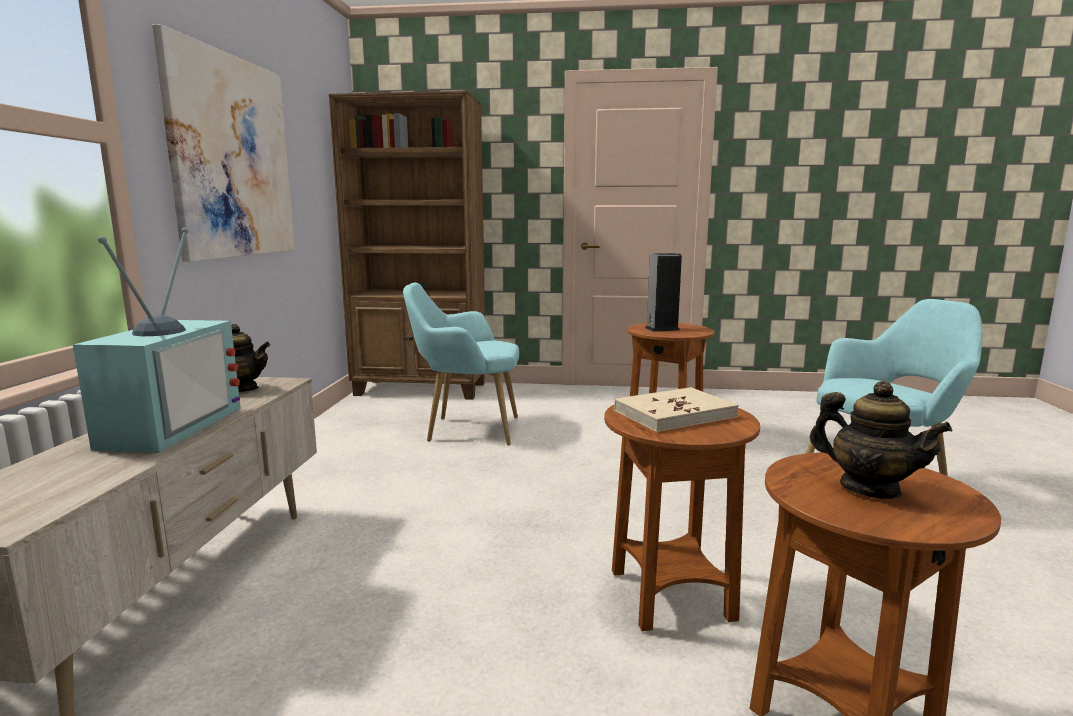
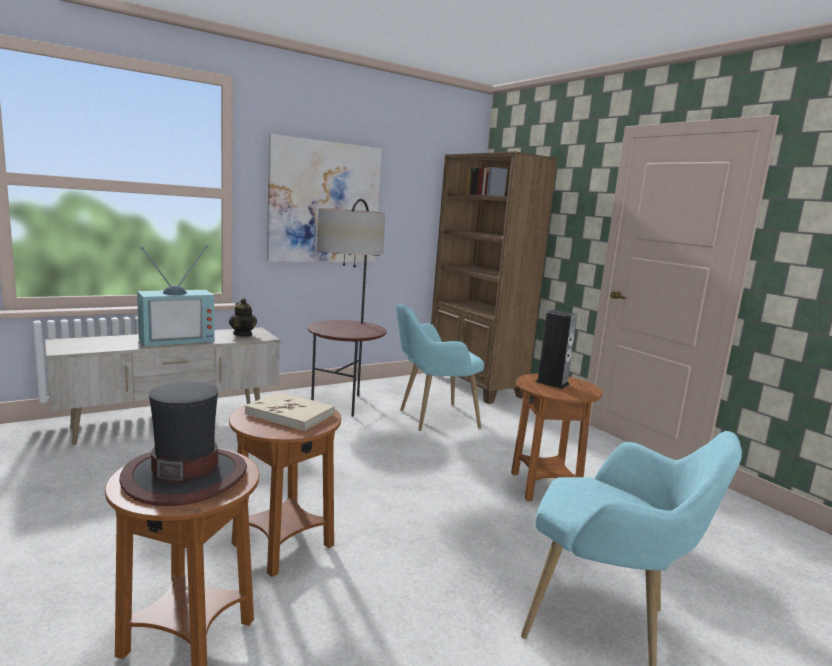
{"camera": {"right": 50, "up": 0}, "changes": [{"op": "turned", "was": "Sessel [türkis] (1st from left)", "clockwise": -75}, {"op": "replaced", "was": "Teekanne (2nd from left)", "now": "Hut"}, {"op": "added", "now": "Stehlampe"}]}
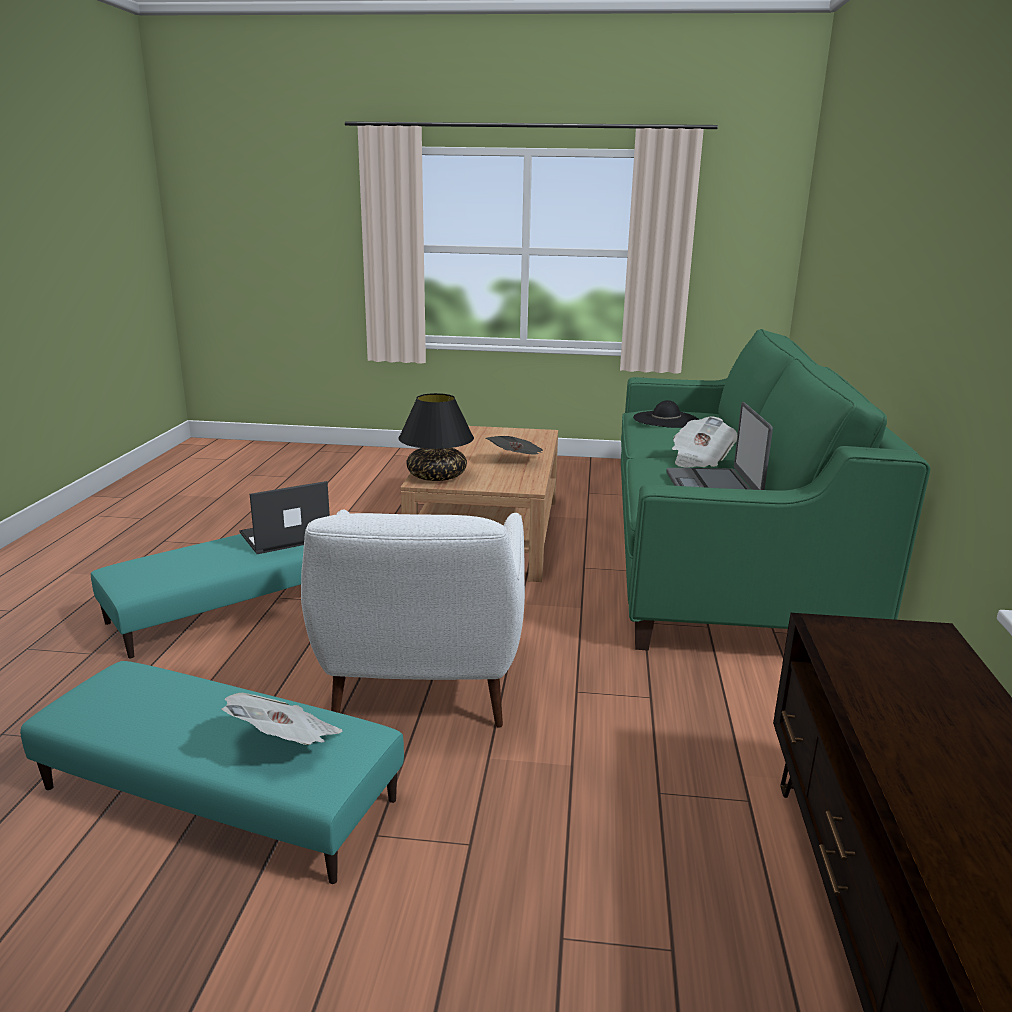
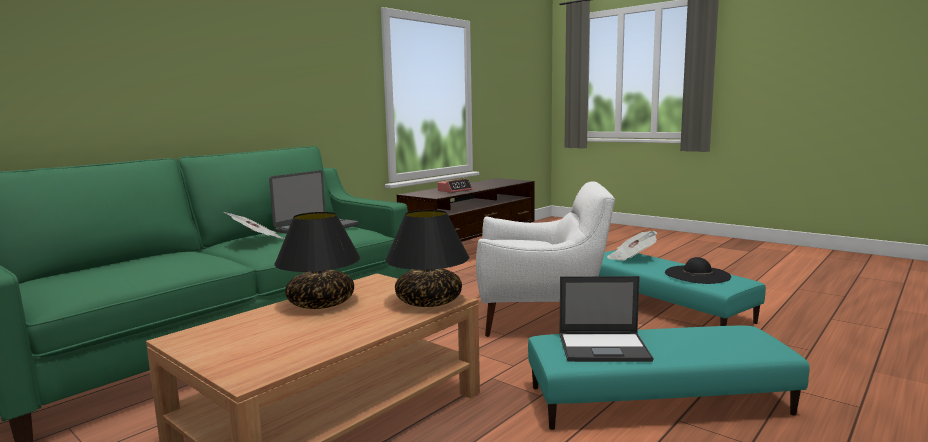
{"camera": {"right": -145, "up": -10}, "changes": [{"op": "turned", "was": "Sessel [weiß]", "clockwise": 60}, {"op": "replaced", "was": "Zeitung (2nd from left)", "now": "Tischlampe [schwarz] (1st from left)"}, {"op": "moved", "was": "Hut [schwarz]"}, {"op": "added", "now": "Wecker"}]}
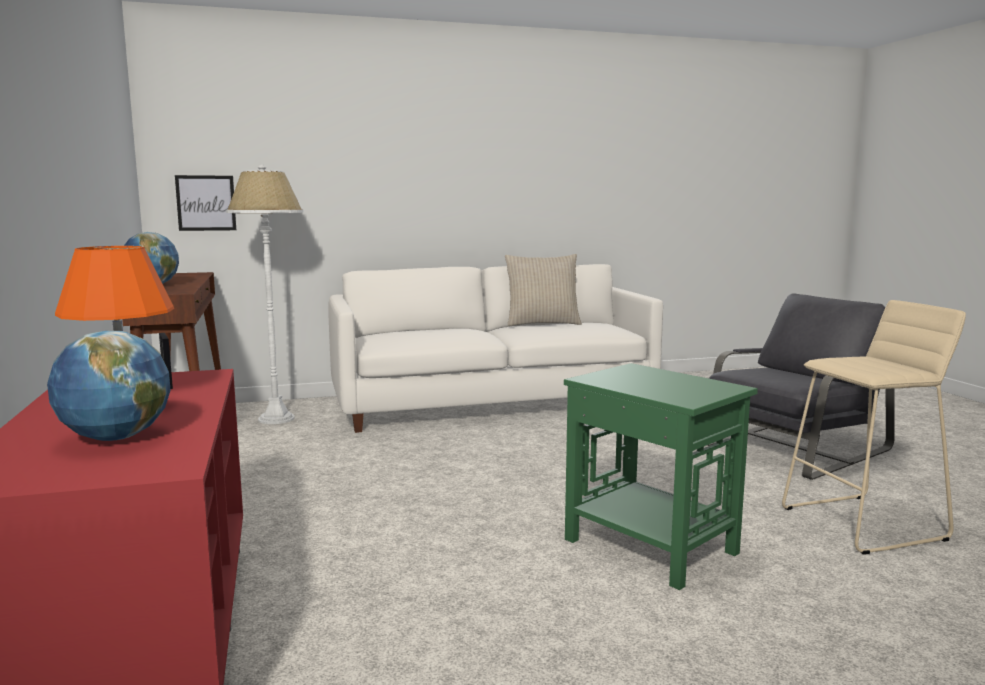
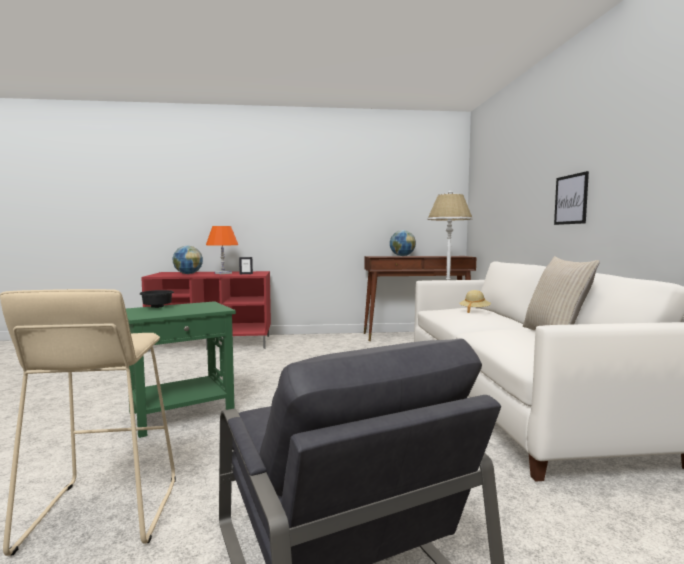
{"camera": {"right": 100, "up": -5}, "changes": [{"op": "moved", "was": "Bild"}, {"op": "added", "now": "Schüssel [schwarz]"}, {"op": "added", "now": "Hut [beige]"}]}
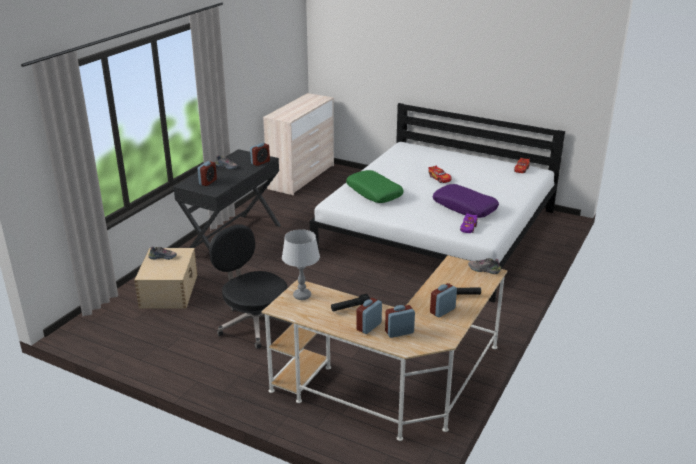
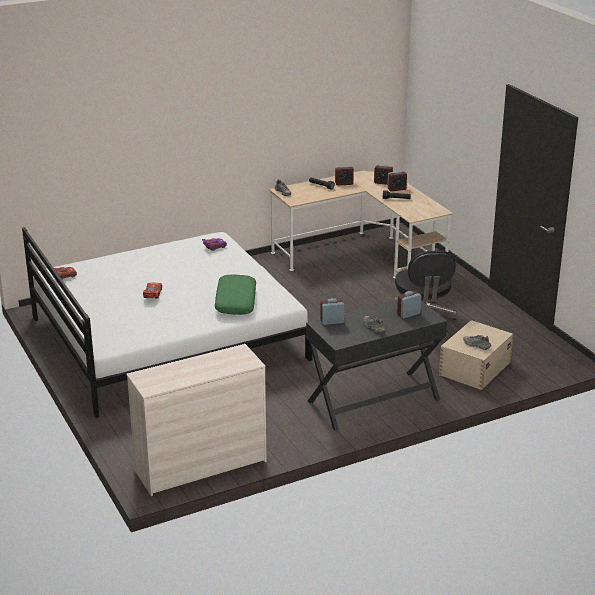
{"camera": {"right": -145, "up": 0}, "changes": [{"op": "removed", "was": "Tischlampe [grau]"}, {"op": "removed", "was": "Kissen [lila]"}]}
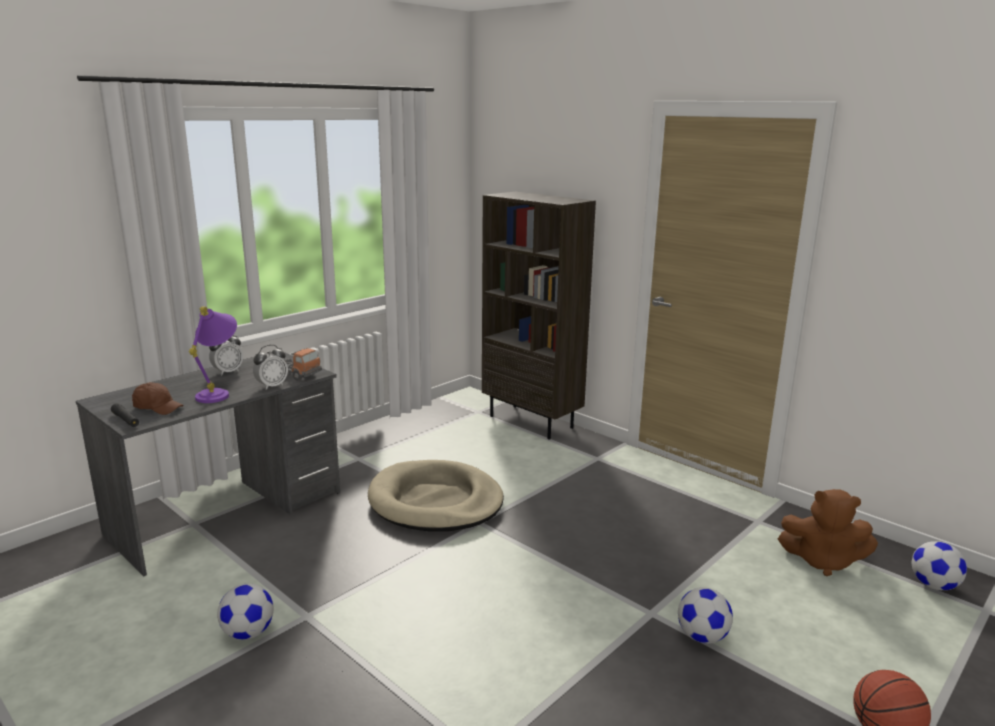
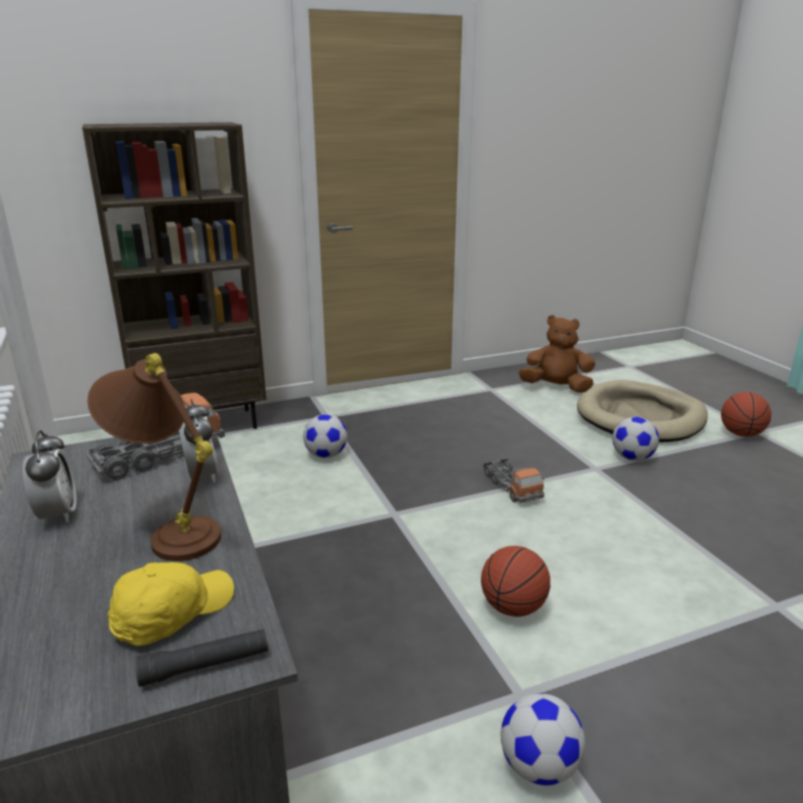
{"camera": {"right": -65, "up": 5}, "changes": [{"op": "recoloured", "was": "Kappe [braun]", "now": "Kappe [gelb]"}, {"op": "recoloured", "was": "Tischlampe [lila]", "now": "Tischlampe [braun]"}, {"op": "moved", "was": "Hundebett [beige]"}, {"op": "turned", "was": "Plüschtier [braun]", "clockwise": -120}, {"op": "moved", "was": "Fußball (3rd from left in the first image)", "now": "Fußball (1st from left)"}, {"op": "added", "now": "Basketball (1st from left)"}, {"op": "added", "now": "Spielzeuglaster (2nd from left)"}]}
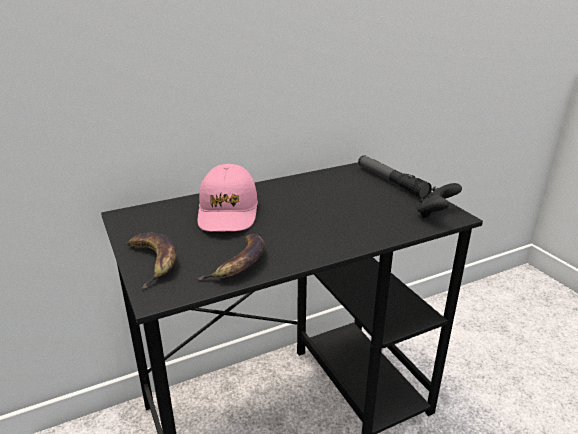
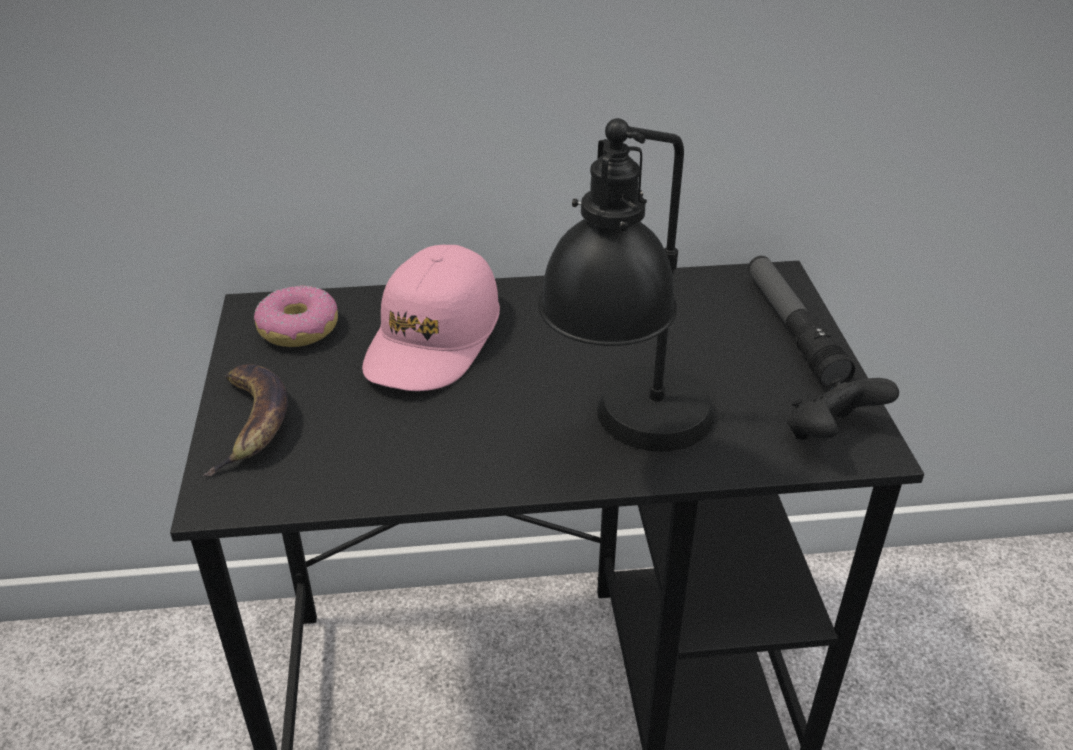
{"camera": {"right": 20, "up": 10}, "changes": [{"op": "removed", "was": "Banane (2nd from left)"}, {"op": "added", "now": "Donut"}, {"op": "added", "now": "Tischlampe [schwarz]"}]}
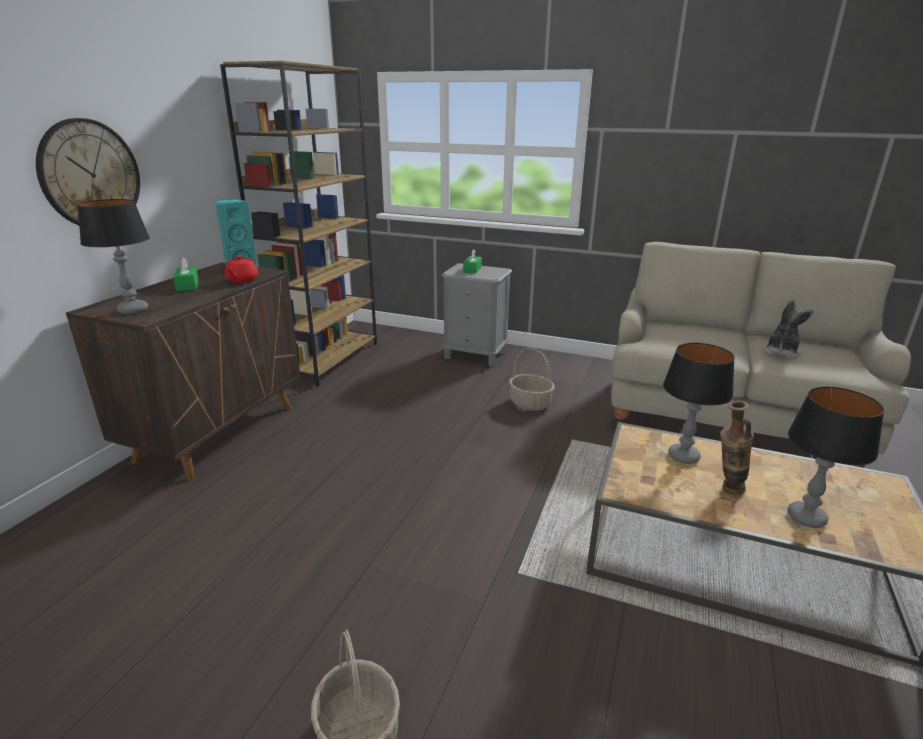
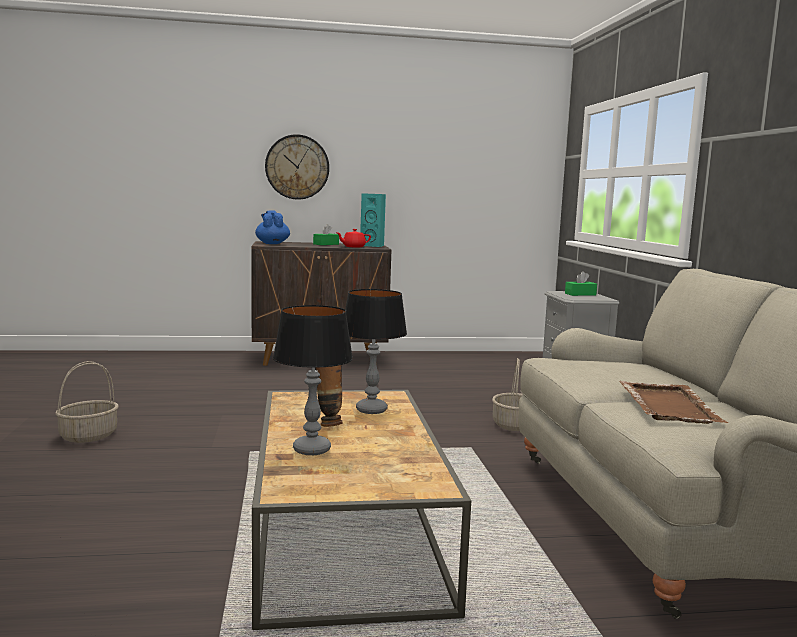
{"camera": {"right": 60, "up": -15}, "changes": [{"op": "replaced", "was": "Tischlampe (1st from left)", "now": "Teekanne [blau]"}, {"op": "removed", "was": "Bücherregal [braun]"}, {"op": "replaced", "was": "Plüschtier", "now": "Tablett [braun]"}]}
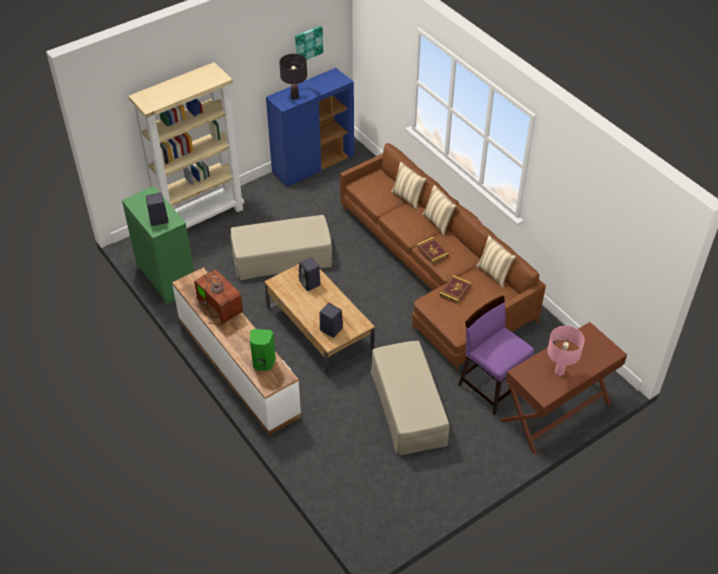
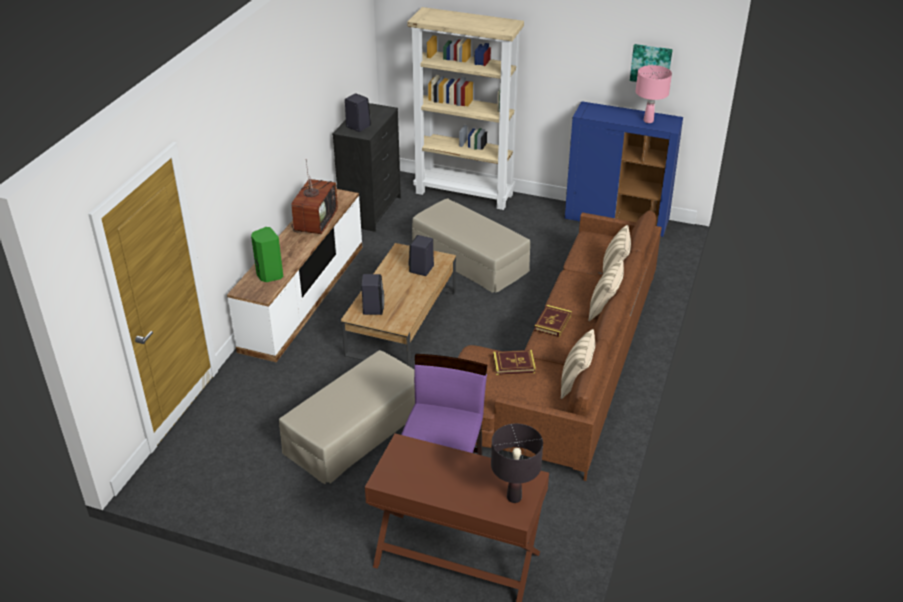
{"camera": {"right": 55, "up": -10}, "changes": [{"op": "recoloured", "was": "Kommode [grün]", "now": "Kommode [schwarz]"}, {"op": "moved", "was": "Tischlampe [schwarz]"}, {"op": "moved", "was": "Tischlampe [rosa]"}]}
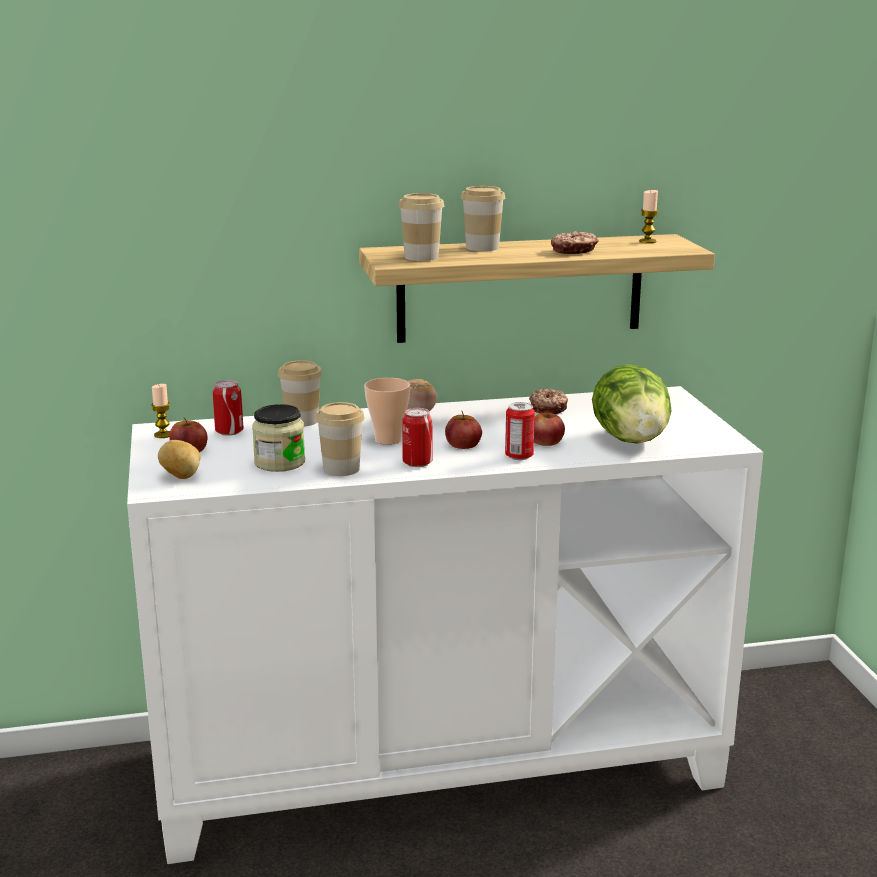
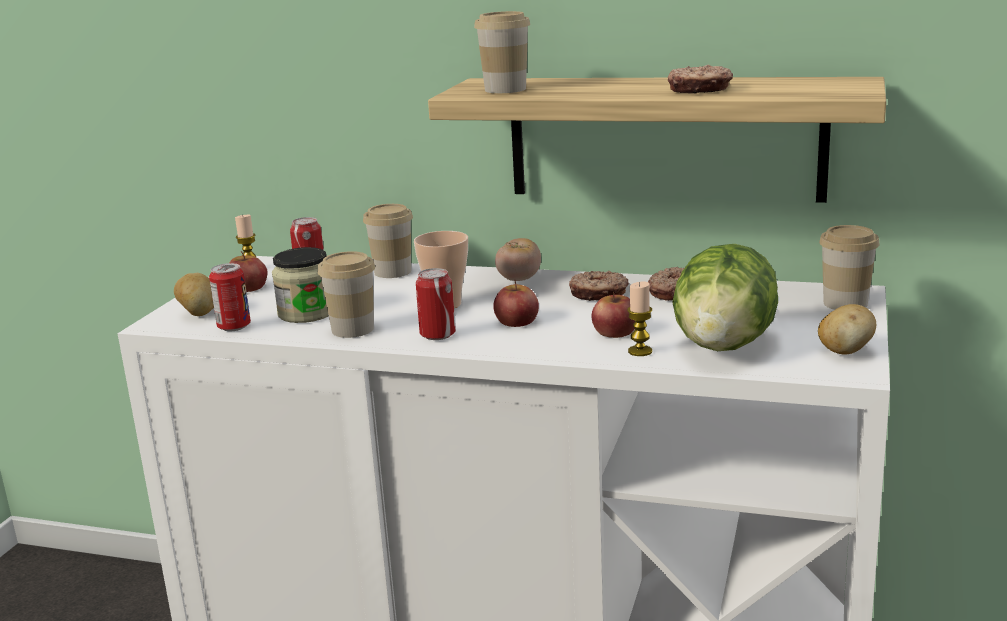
{"camera": {"right": 30, "up": 0}, "changes": [{"op": "moved", "was": "Tasse (5th from left)"}, {"op": "moved", "was": "Dose (3rd from left in the first image)", "now": "Dose (1st from left)"}, {"op": "moved", "was": "Kerze (2nd from left)"}, {"op": "added", "now": "Donut (1st from left)"}, {"op": "added", "now": "Kartoffel (2nd from left)"}]}
